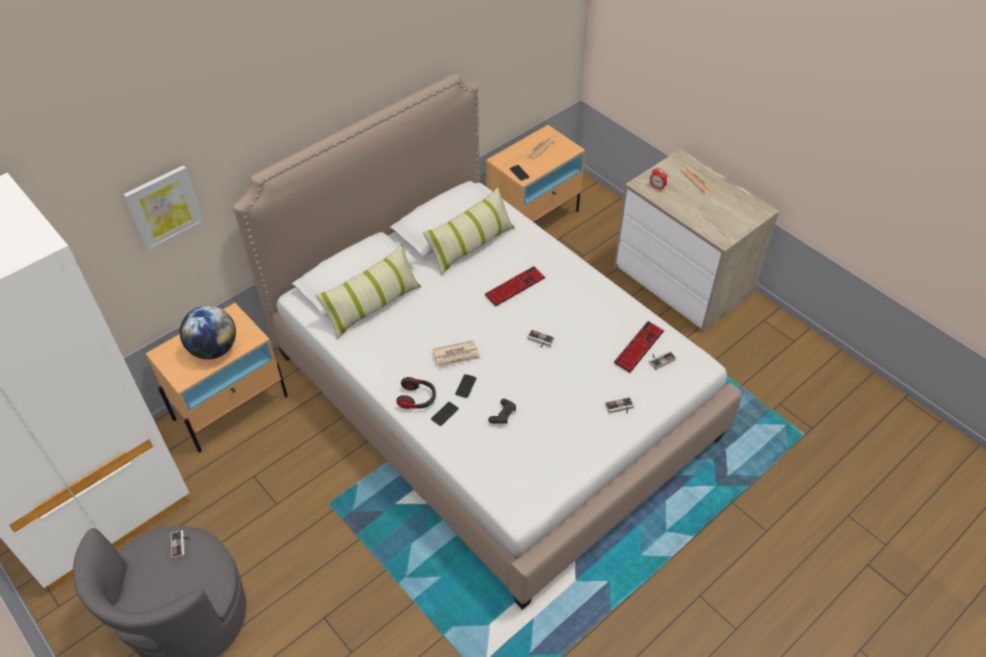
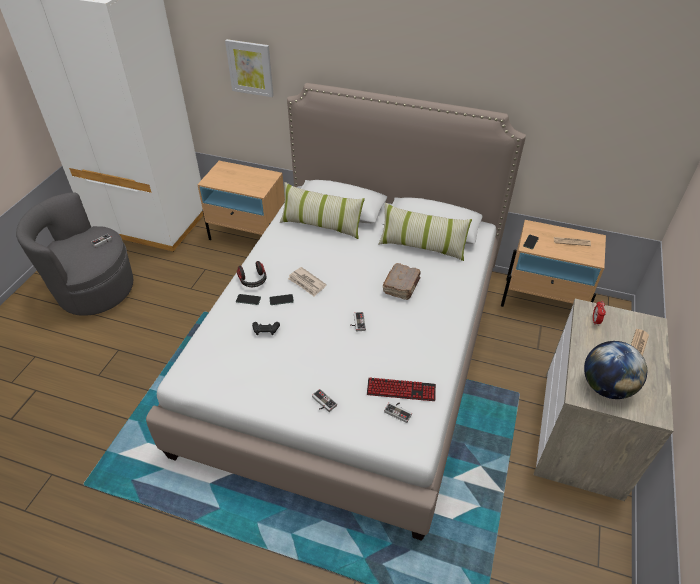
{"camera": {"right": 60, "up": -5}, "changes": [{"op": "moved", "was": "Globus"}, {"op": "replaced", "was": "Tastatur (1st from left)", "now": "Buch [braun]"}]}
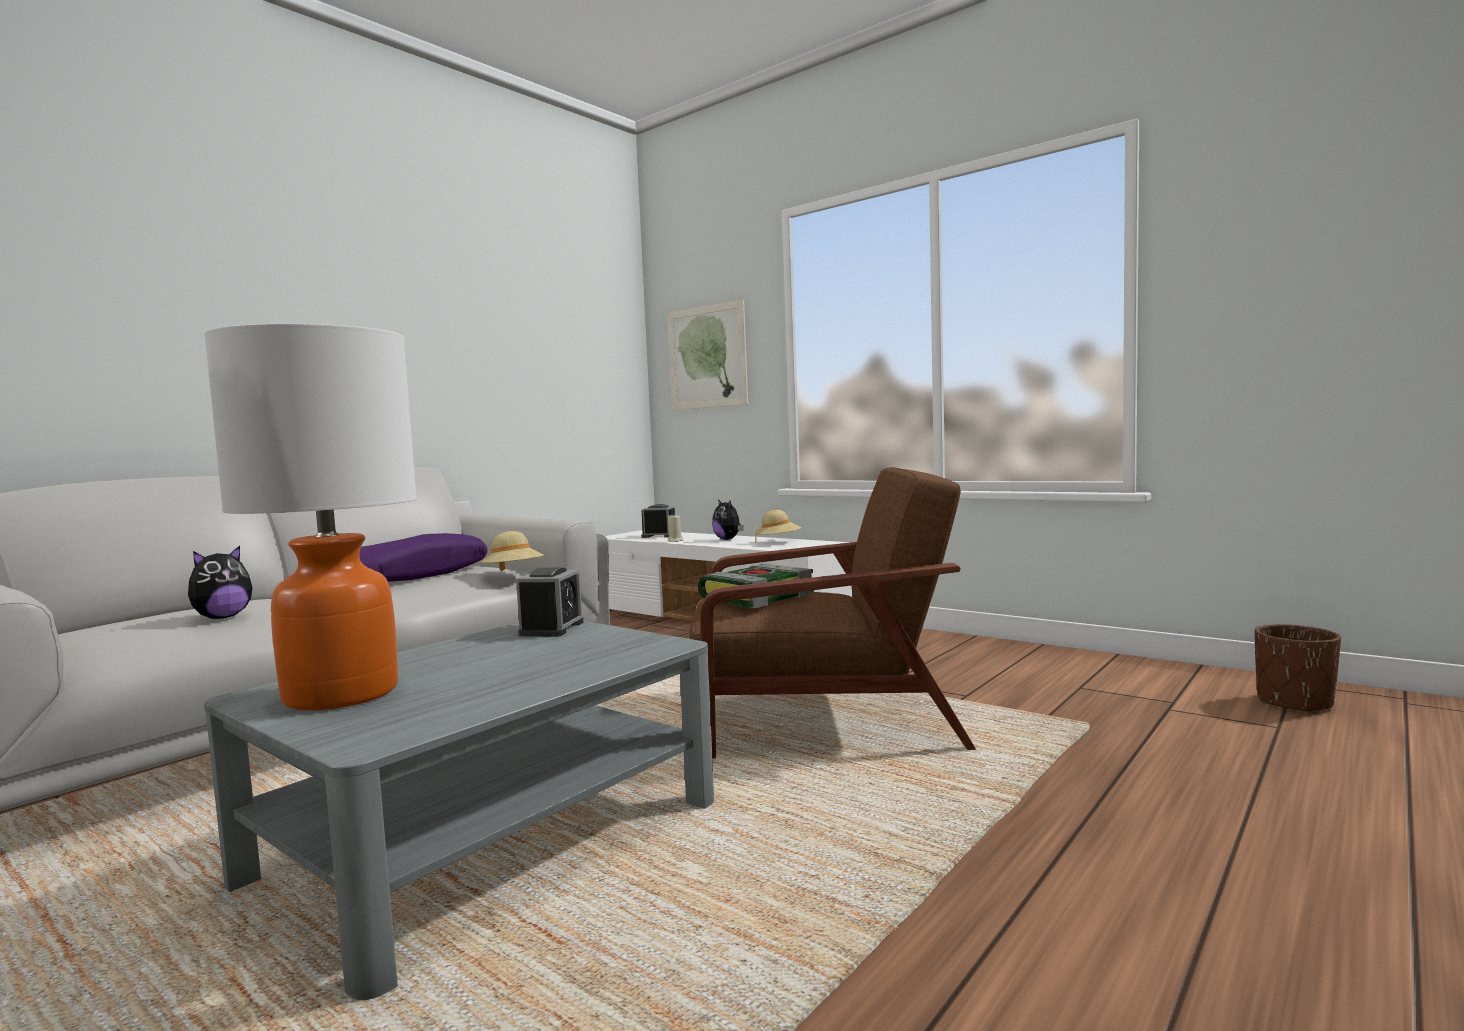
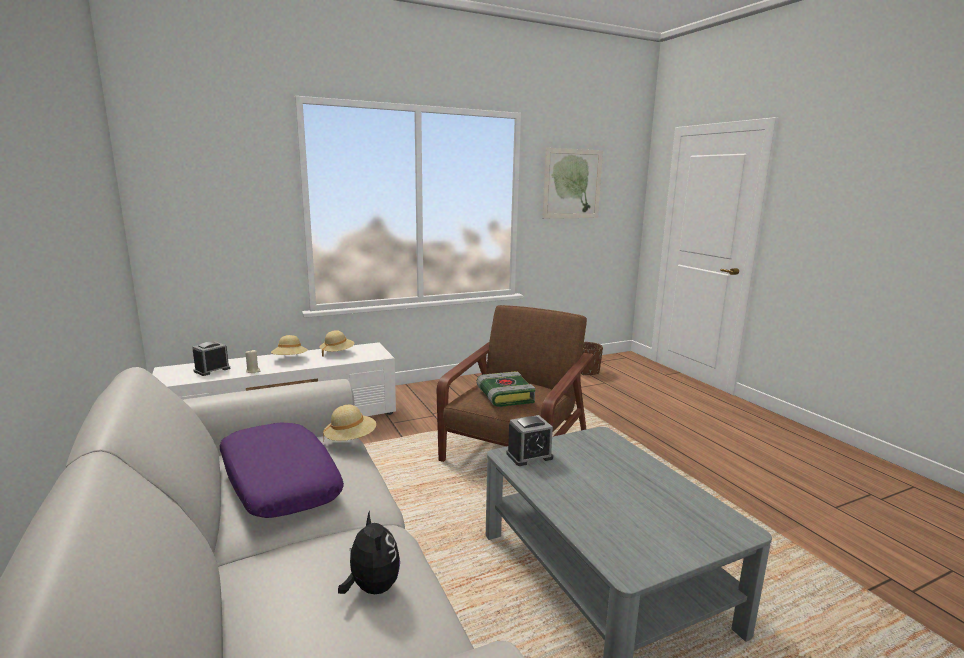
{"camera": {"right": -65, "up": 10}, "changes": [{"op": "removed", "was": "Tischlampe"}, {"op": "turned", "was": "Wecker (1st from left in the first image)", "clockwise": 120}, {"op": "moved", "was": "Bild"}, {"op": "replaced", "was": "Plüschtier (2nd from left)", "now": "Hut [beige] (1st from left)"}]}
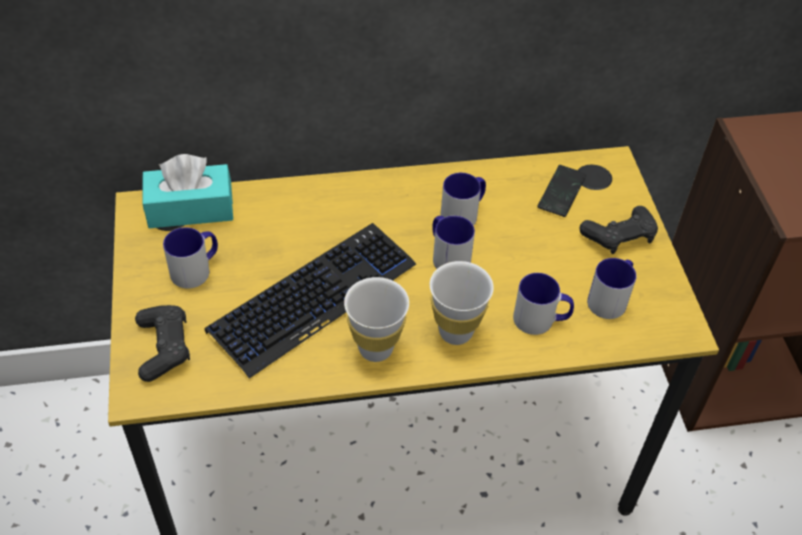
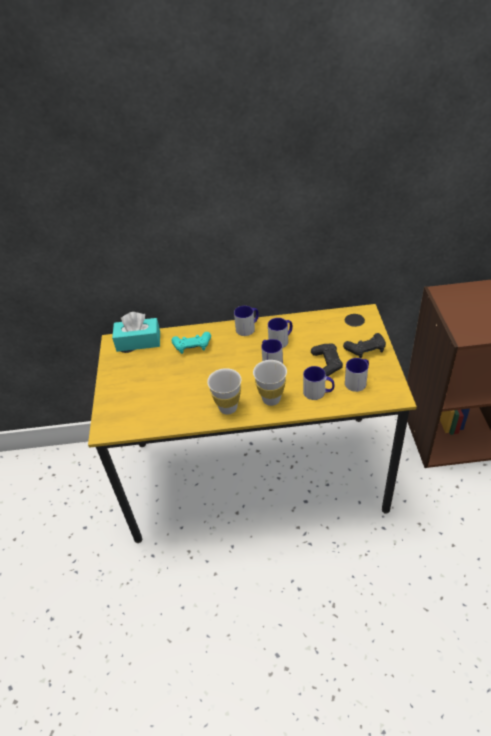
{"camera": {"right": 10, "up": -5}, "changes": [{"op": "moved", "was": "Gamepad [schwarz] (1st from left)"}, {"op": "moved", "was": "Henkelbecher (1st from left)"}, {"op": "removed", "was": "Tastatur"}, {"op": "removed", "was": "Handy"}, {"op": "added", "now": "Gamepad [türkis]"}]}
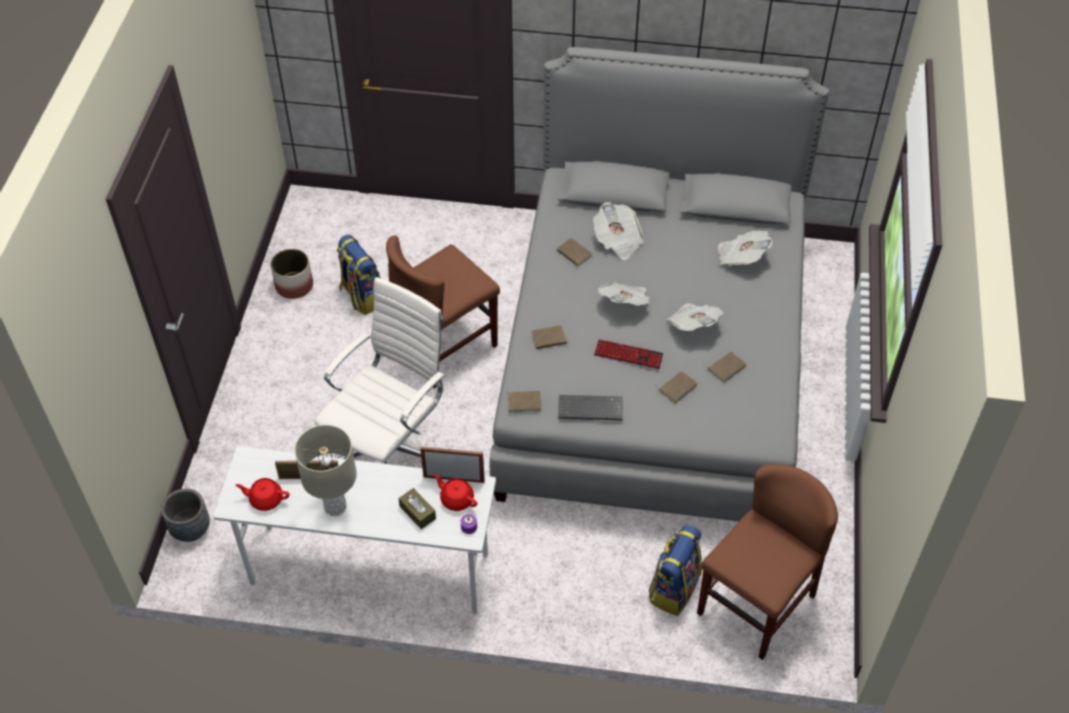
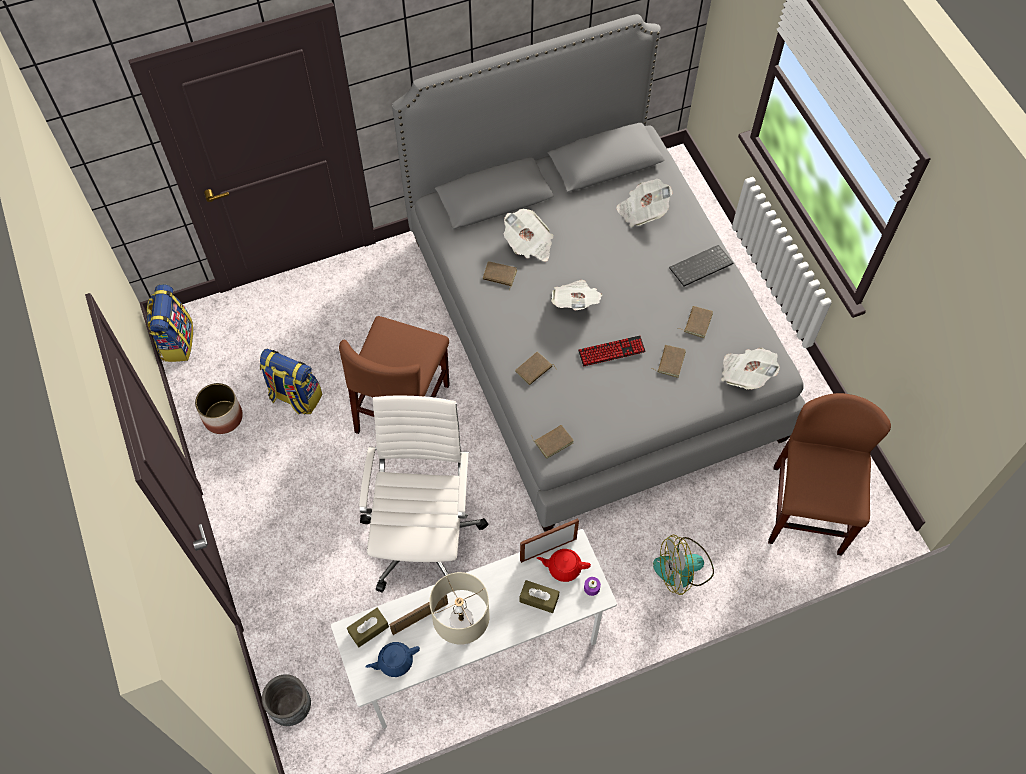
{"camera": {"right": -30, "up": 10}, "changes": [{"op": "recoloured", "was": "Teekanne [rot] (1st from left)", "now": "Teekanne [blau]"}, {"op": "moved", "was": "Tastatur (1st from left in the first image)", "now": "Tastatur (2nd from left)"}, {"op": "moved", "was": "Rucksack (2nd from left in the first image)", "now": "Rucksack (1st from left)"}, {"op": "moved", "was": "Zeitung (3rd from left in the first image)", "now": "Zeitung (4th from left)"}, {"op": "added", "now": "Taschentuchbox [braun] (1st from left)"}, {"op": "added", "now": "Ventilator"}]}
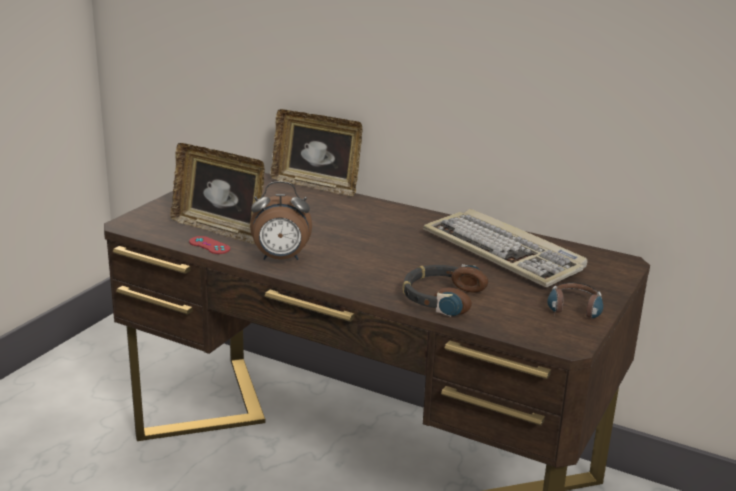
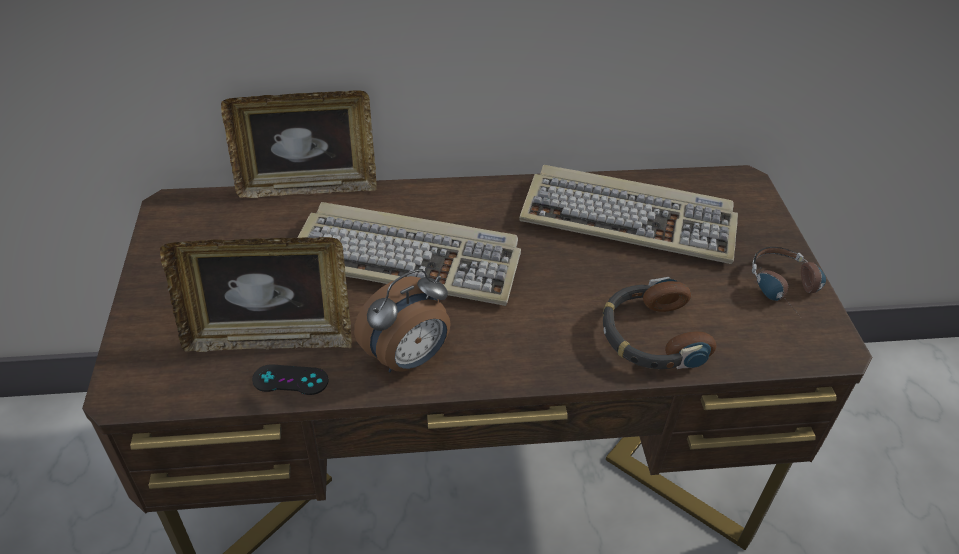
{"camera": {"right": -35, "up": 20}, "changes": [{"op": "recoloured", "was": "Gamepad [rot]", "now": "Gamepad [schwarz]"}, {"op": "added", "now": "Tastatur (1st from left)"}]}
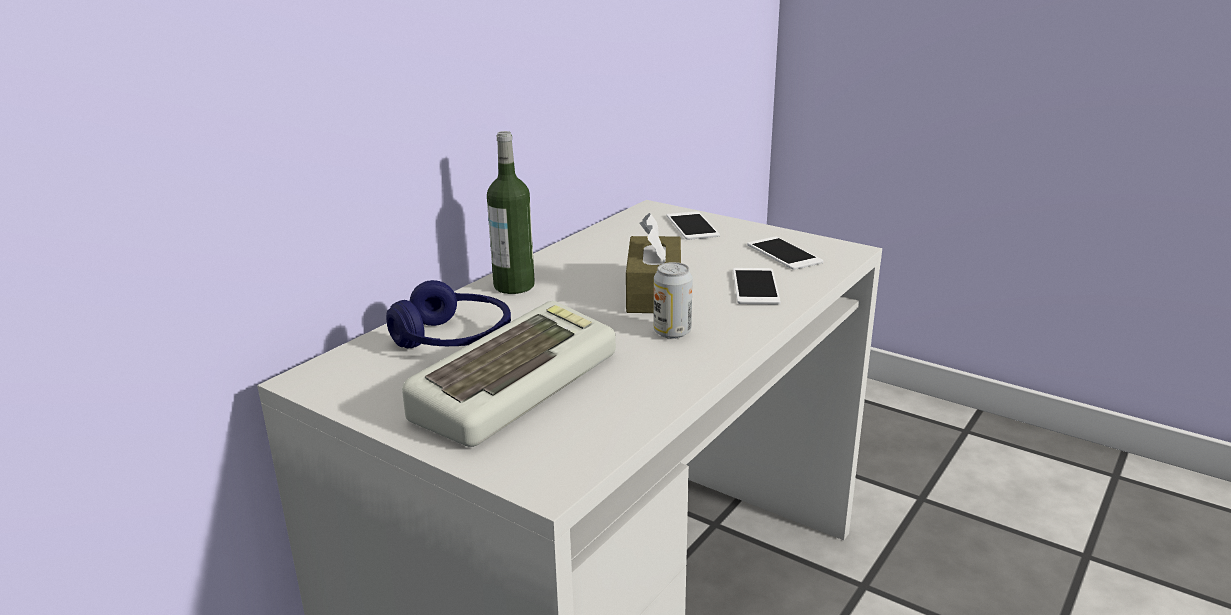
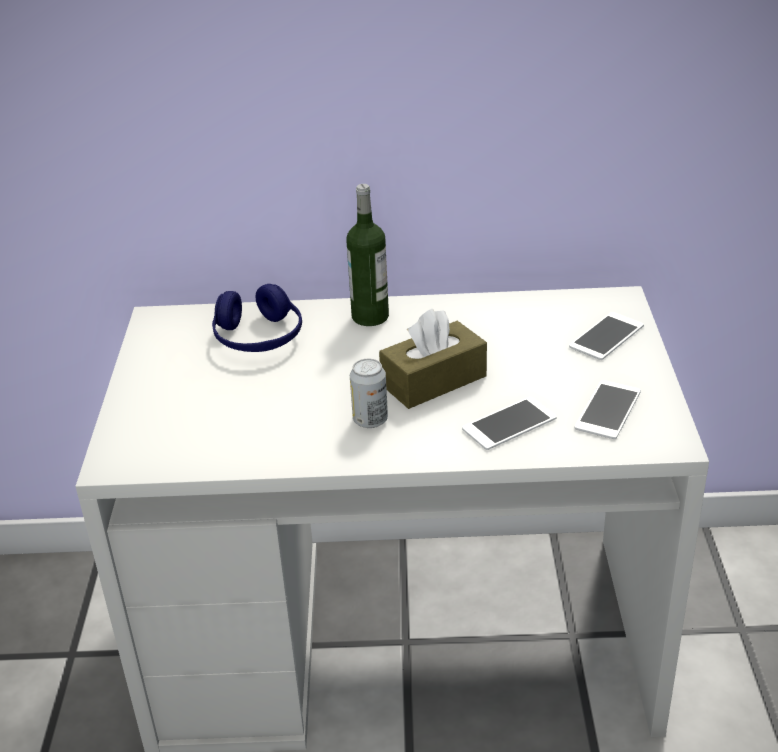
{"camera": {"right": 55, "up": 10}, "changes": [{"op": "removed", "was": "Tastatur"}]}
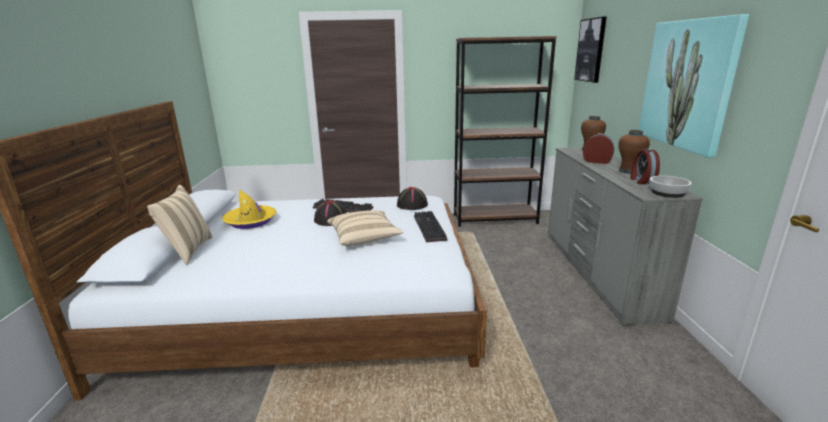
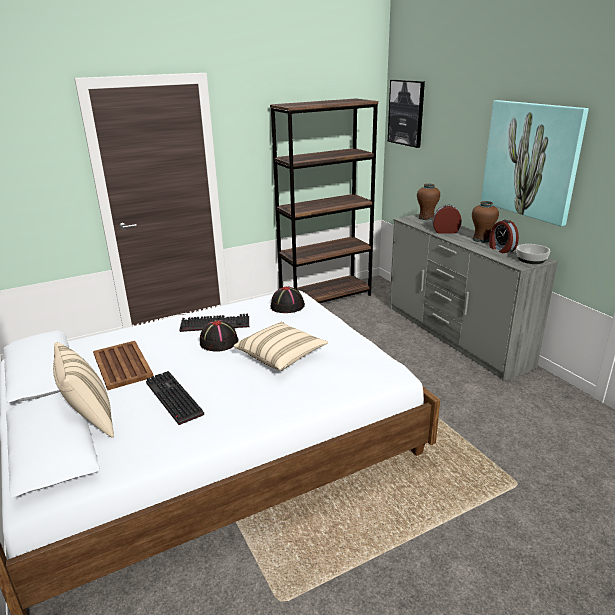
{"camera": {"right": -25, "up": 5}, "changes": [{"op": "replaced", "was": "Hut [gelb]", "now": "Tablett [braun]"}, {"op": "moved", "was": "Tastatur (2nd from left in the first image)", "now": "Tastatur (1st from left)"}]}
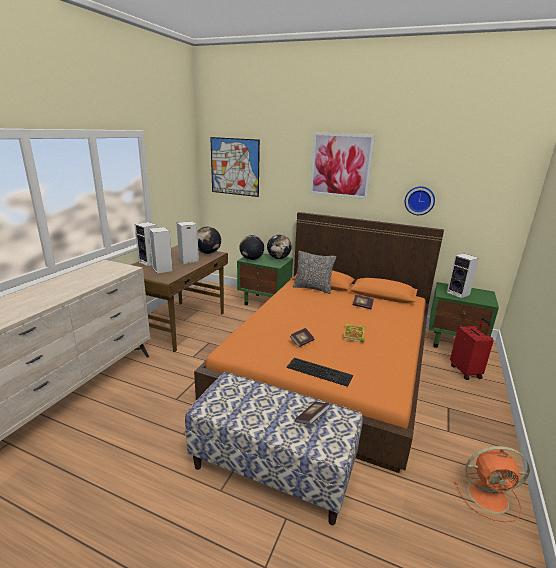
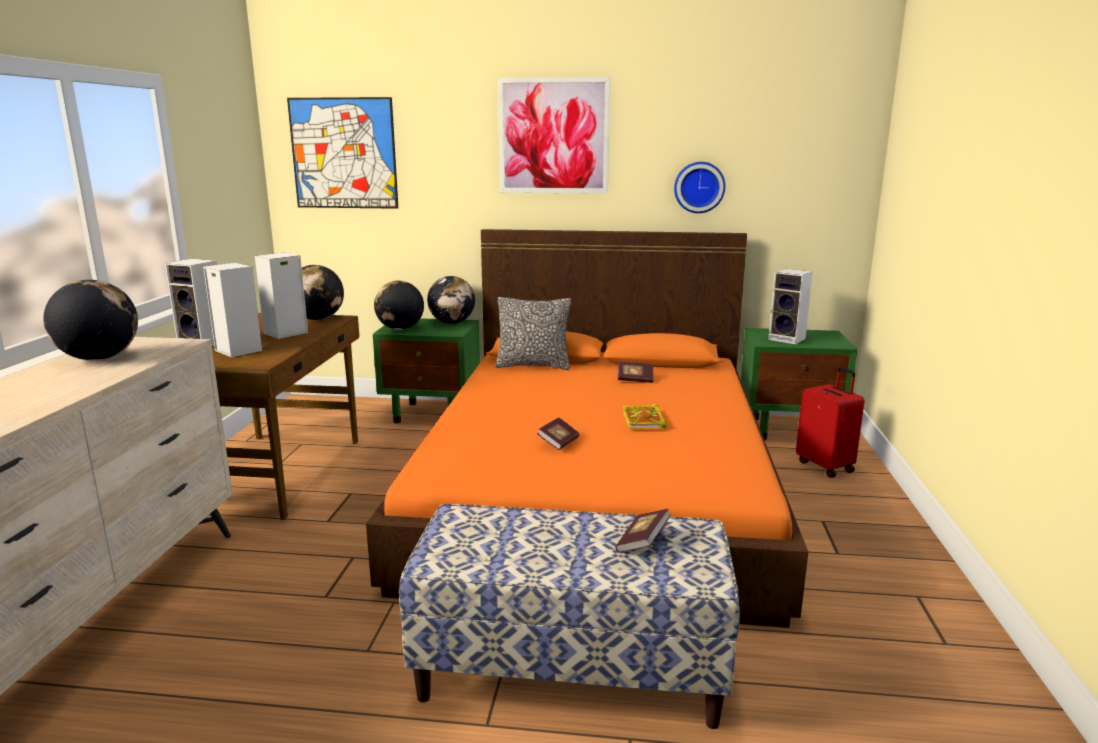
{"camera": {"right": -15, "up": -5}, "changes": [{"op": "removed", "was": "Tastatur"}, {"op": "removed", "was": "Ventilator [orange]"}, {"op": "added", "now": "Globus (1st from left)"}]}
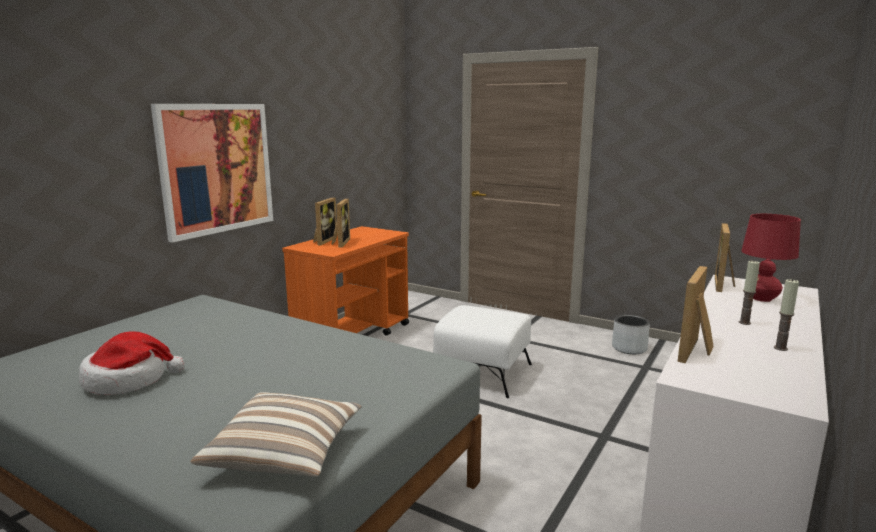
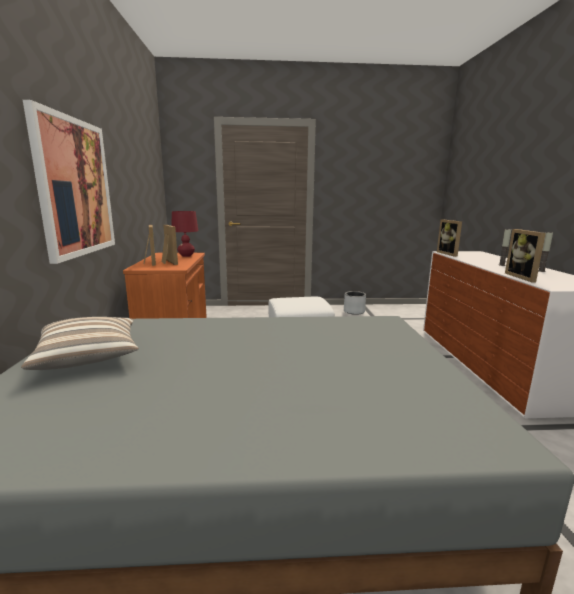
{"camera": {"right": -35, "up": 0}, "changes": [{"op": "removed", "was": "Hut"}, {"op": "moved", "was": "Kissen"}, {"op": "moved", "was": "Tischlampe [rot]"}]}
